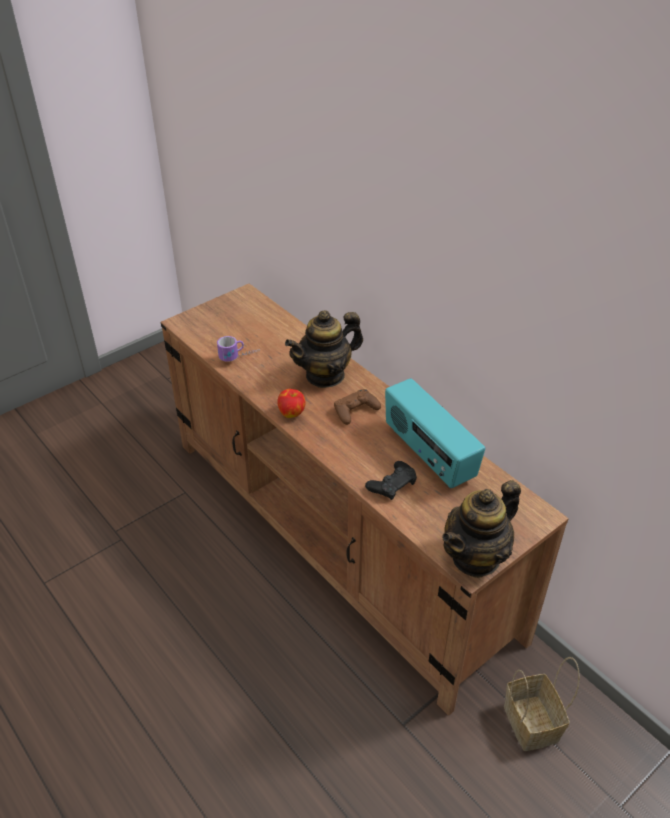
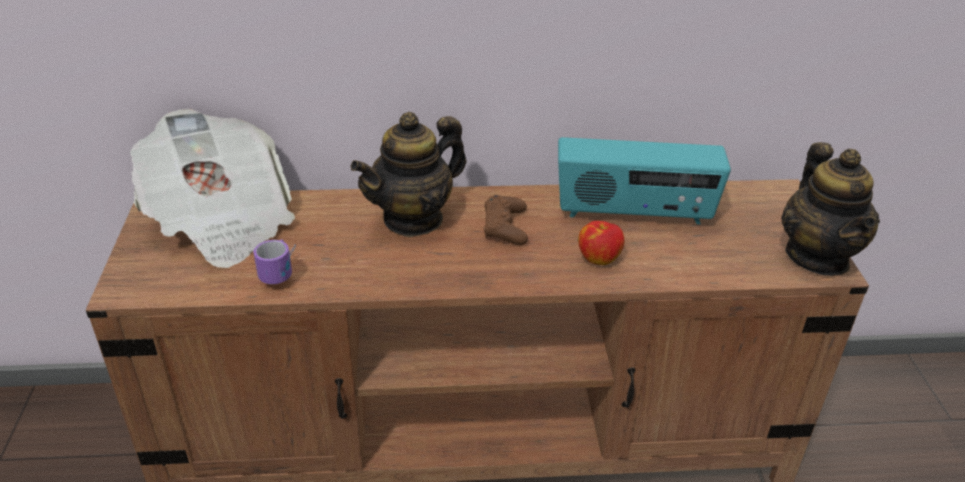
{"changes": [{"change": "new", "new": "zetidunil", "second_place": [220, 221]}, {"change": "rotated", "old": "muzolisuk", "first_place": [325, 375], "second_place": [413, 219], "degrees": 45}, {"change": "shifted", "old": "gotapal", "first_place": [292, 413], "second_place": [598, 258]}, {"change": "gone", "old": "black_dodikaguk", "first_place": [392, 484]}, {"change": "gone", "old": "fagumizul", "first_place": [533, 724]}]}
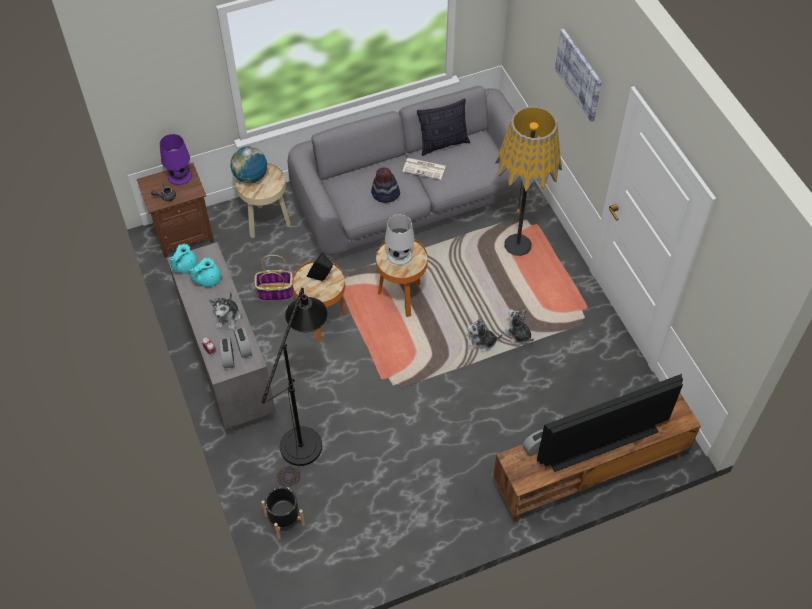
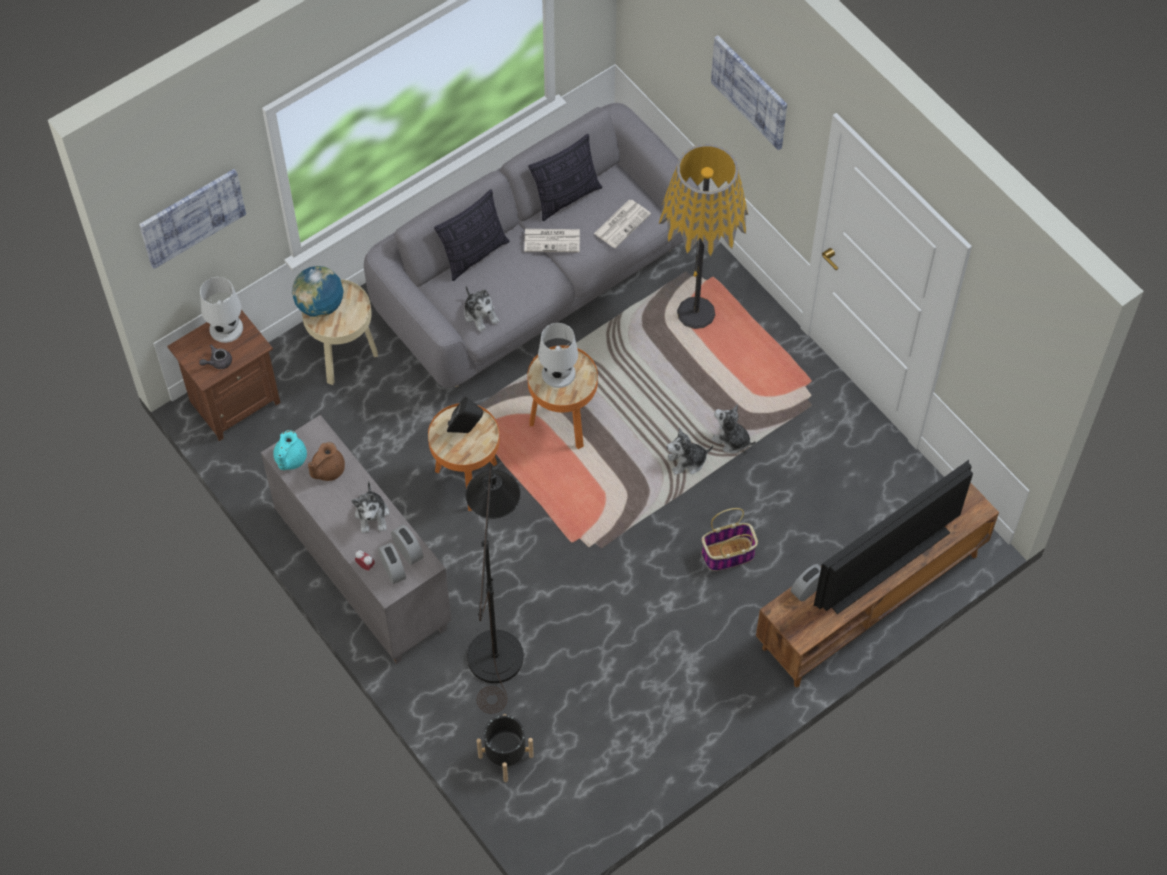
{"changes": [{"change": "new", "new": "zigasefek", "second_place": [192, 217]}, {"change": "repainted", "old": "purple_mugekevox", "new": "white_mugekevox", "first_place": [179, 176], "second_place": [225, 328]}, {"change": "repainted", "old": "turquoise_muzolisuk", "new": "brown_muzolisuk", "first_place": [207, 279], "second_place": [327, 470]}, {"change": "new", "new": "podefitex", "second_place": [474, 254]}, {"change": "new", "new": "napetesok", "second_place": [480, 314]}, {"change": "new", "new": "zetidunil", "second_place": [622, 223]}, {"change": "shifted", "old": "fagumizul", "first_place": [274, 292], "second_place": [727, 554]}, {"change": "gone", "old": "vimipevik", "first_place": [385, 194]}]}
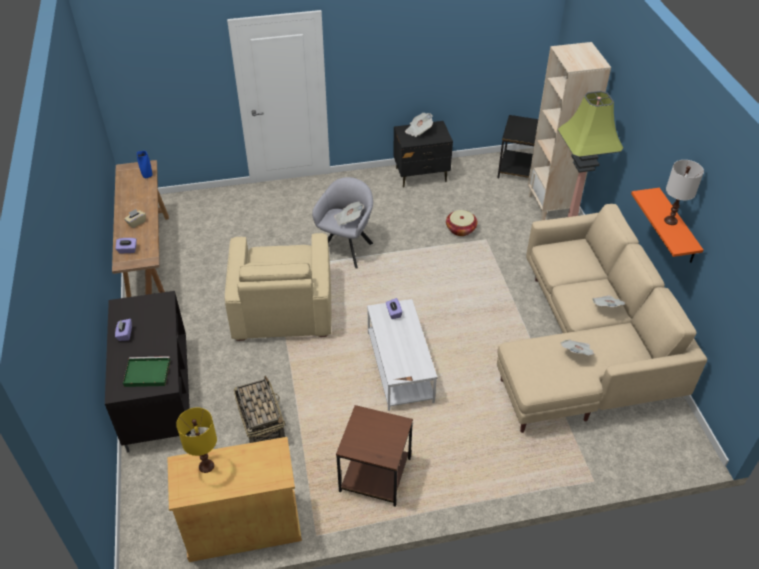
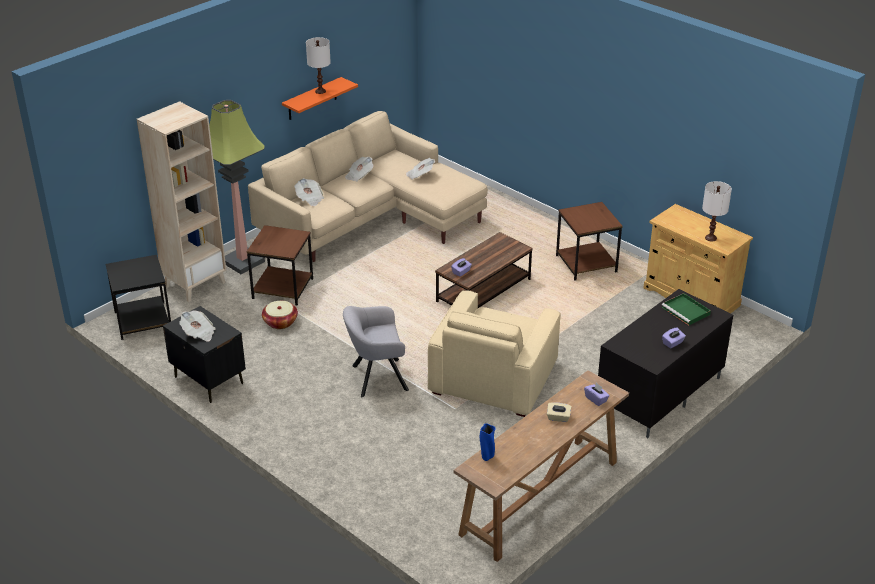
{"changes": [{"change": "new", "new": "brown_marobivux", "second_place": [282, 288]}, {"change": "shifted", "old": "zetidunil", "first_place": [348, 219], "second_place": [309, 199]}, {"change": "rotated", "old": "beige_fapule", "first_place": [282, 307], "second_place": [493, 378], "degrees": 150}, {"change": "repainted", "old": "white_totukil", "new": "brown_totukil", "first_place": [400, 367], "second_place": [483, 290]}, {"change": "repainted", "old": "yellow_mugekevox", "new": "white_mugekevox", "first_place": [206, 466], "second_place": [711, 238]}, {"change": "gone", "old": "fagumizul", "first_place": [261, 425]}]}
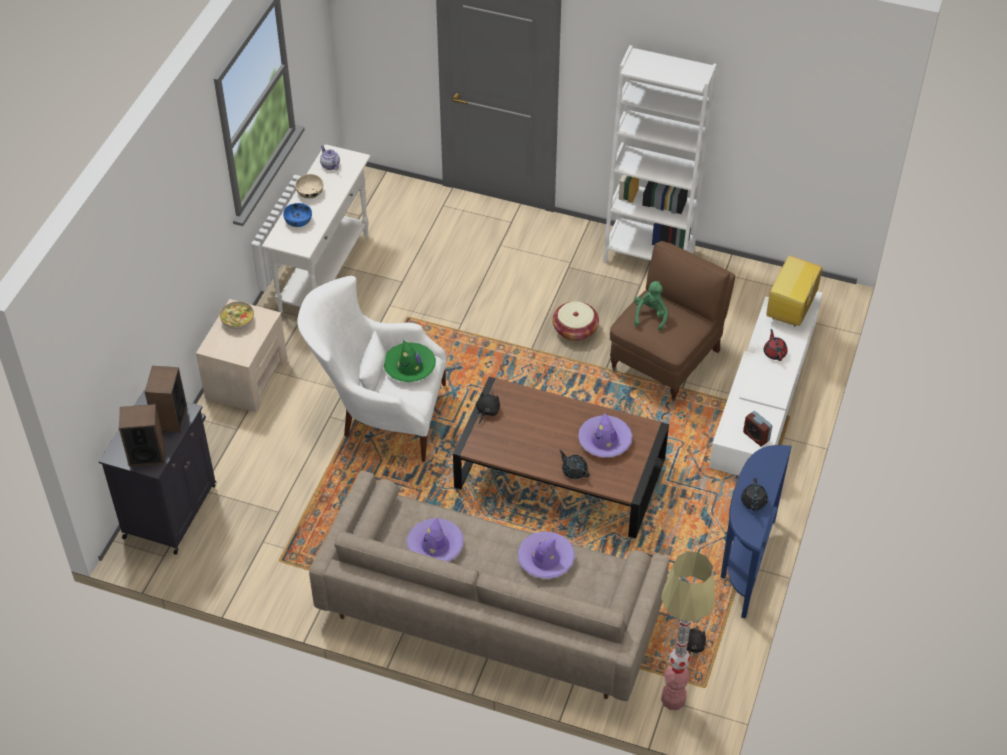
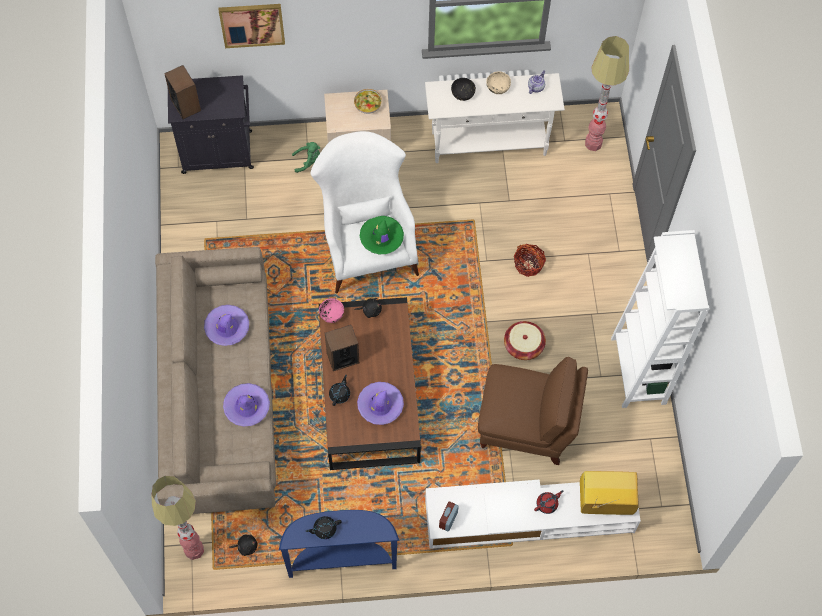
{"changes": [{"change": "new", "new": "zigasefek", "second_place": [252, 24]}, {"change": "shifted", "old": "green_napetesok", "first_place": [650, 315], "second_place": [308, 161]}, {"change": "new", "new": "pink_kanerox", "second_place": [331, 314]}, {"change": "shifted", "old": "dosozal", "first_place": [170, 418], "second_place": [342, 357]}, {"change": "repainted", "old": "blue_kanerox", "new": "black_kanerox", "first_place": [298, 221], "second_place": [463, 94]}, {"change": "new", "new": "fagumizul", "second_place": [528, 264]}, {"change": "new", "new": "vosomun", "second_place": [593, 143]}]}
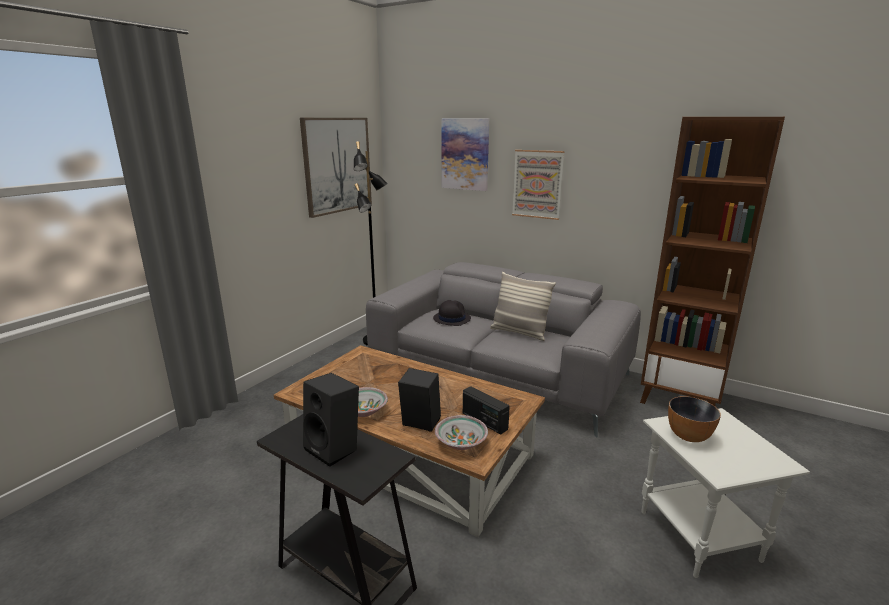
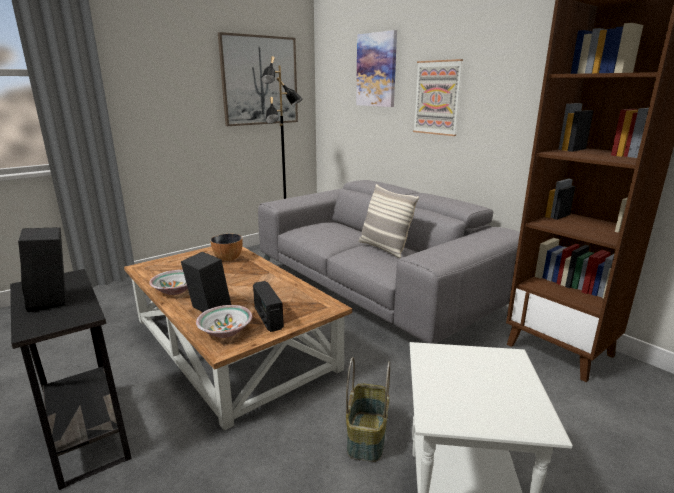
{"changes": [{"change": "shifted", "old": "kanerox", "first_place": [688, 436], "second_place": [228, 258]}, {"change": "new", "new": "fagumizul", "second_place": [368, 436]}, {"change": "gone", "old": "black_vimipevik", "first_place": [451, 318]}]}
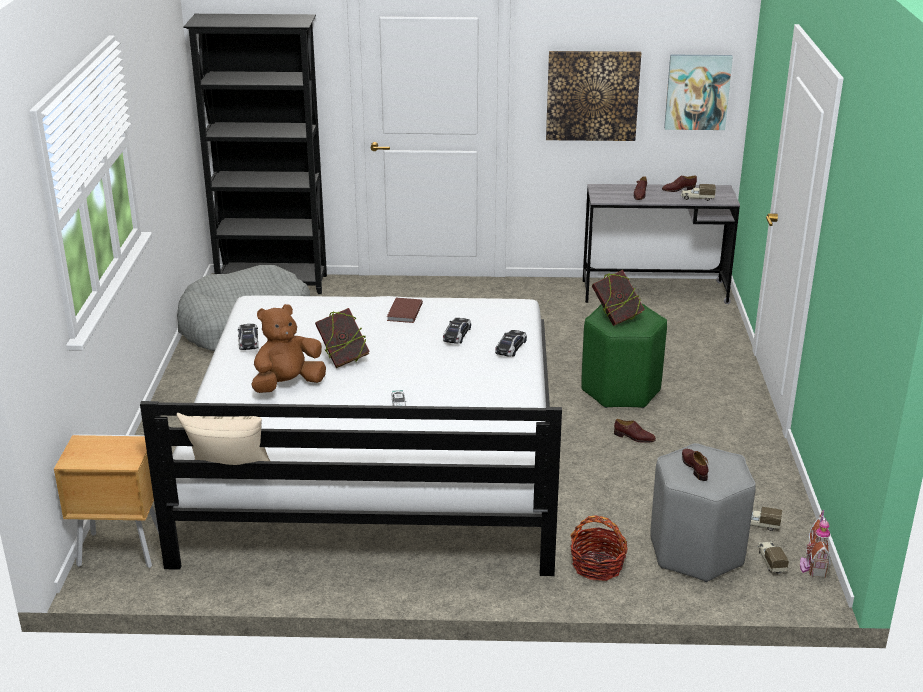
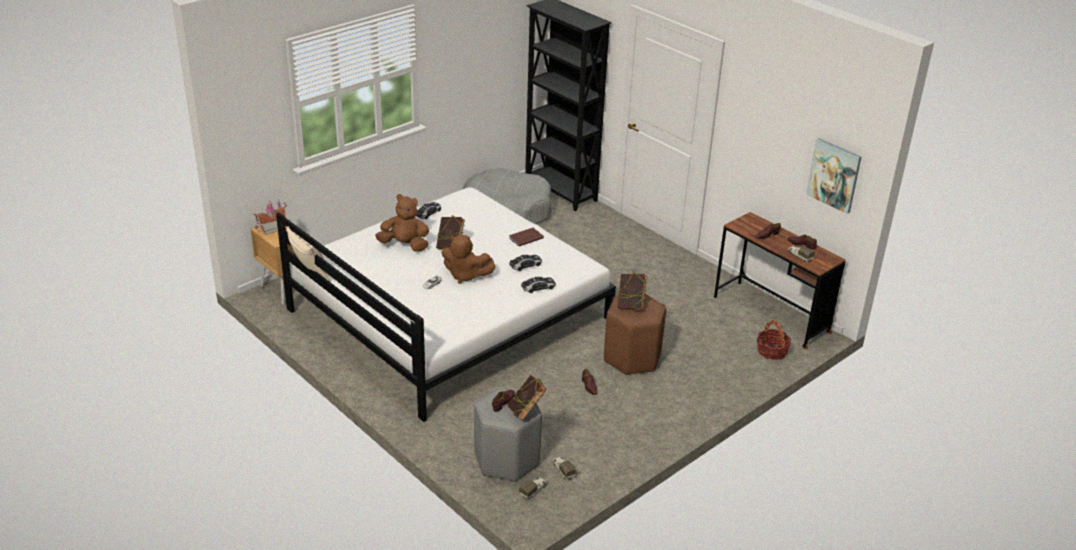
{"changes": [{"change": "shifted", "old": "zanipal", "first_place": [812, 566], "second_place": [271, 229]}, {"change": "new", "new": "brown_napetesok", "second_place": [465, 275]}, {"change": "new", "new": "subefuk", "second_place": [526, 412]}, {"change": "repainted", "old": "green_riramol", "new": "brown_riramol", "first_place": [620, 391], "second_place": [631, 358]}, {"change": "repainted", "old": "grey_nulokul", "new": "brown_nulokul", "first_place": [654, 292], "second_place": [771, 314]}, {"change": "shifted", "old": "fagumizul", "first_place": [597, 566], "second_place": [772, 351]}, {"change": "gone", "old": "zigasefek", "first_place": [592, 95]}]}
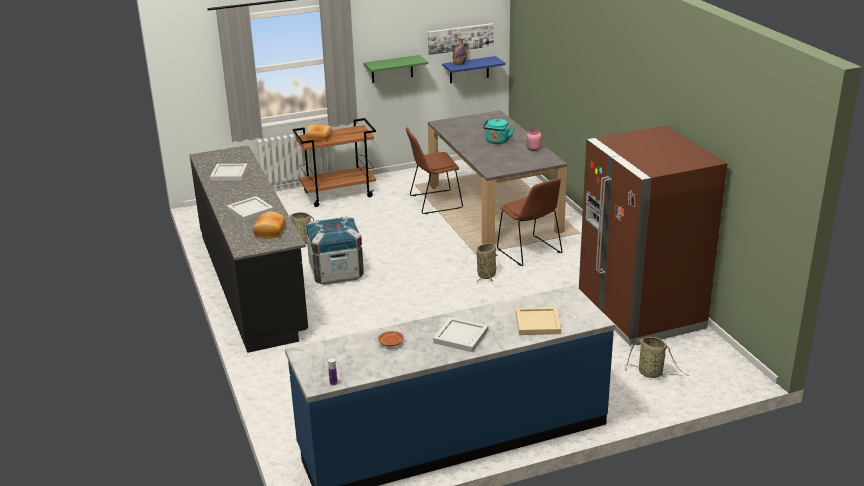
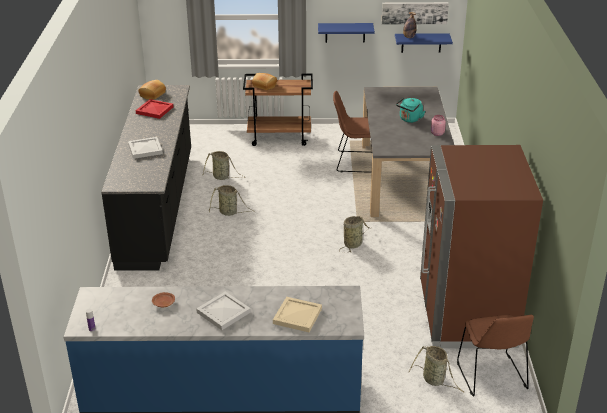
{"changes": [{"change": "repainted", "old": "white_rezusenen", "new": "red_rezusenen", "first_place": [229, 173], "second_place": [154, 110]}, {"change": "shifted", "old": "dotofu", "first_place": [269, 231], "second_place": [152, 94]}, {"change": "swapped", "old": "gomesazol", "new": "fagumizul", "first_place": [336, 272], "second_place": [229, 212]}, {"change": "repainted", "old": "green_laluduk", "new": "blue_laluduk", "first_place": [392, 69], "second_place": [345, 32]}, {"change": "shifted", "old": "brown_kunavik", "first_place": [530, 252], "second_place": [492, 377]}]}
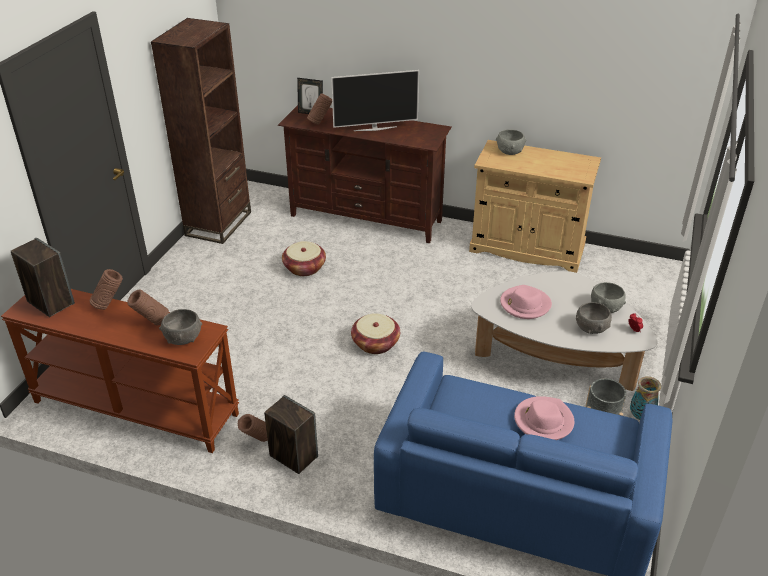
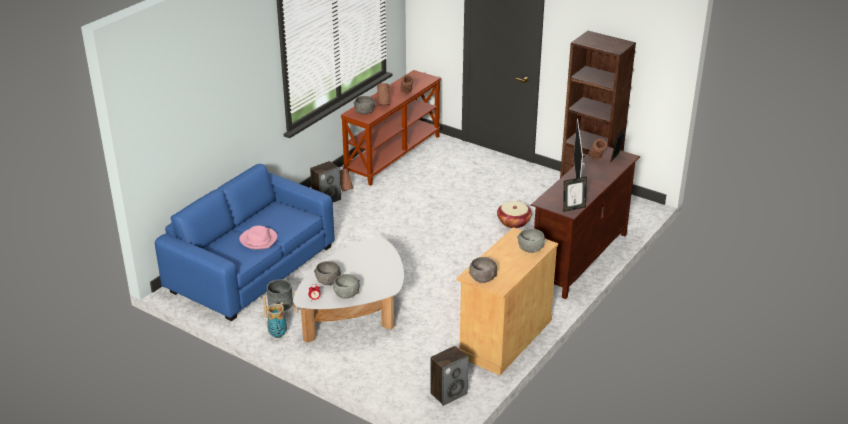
{"changes": [{"change": "shifted", "old": "dosozal", "first_place": [50, 303], "second_place": [448, 393]}, {"change": "new", "new": "grey_kanerox", "second_place": [482, 278]}, {"change": "new", "new": "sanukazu", "second_place": [573, 208]}, {"change": "gone", "old": "fagumizul", "first_place": [375, 343]}, {"change": "gone", "old": "pink_vimipevik", "first_place": [524, 304]}]}
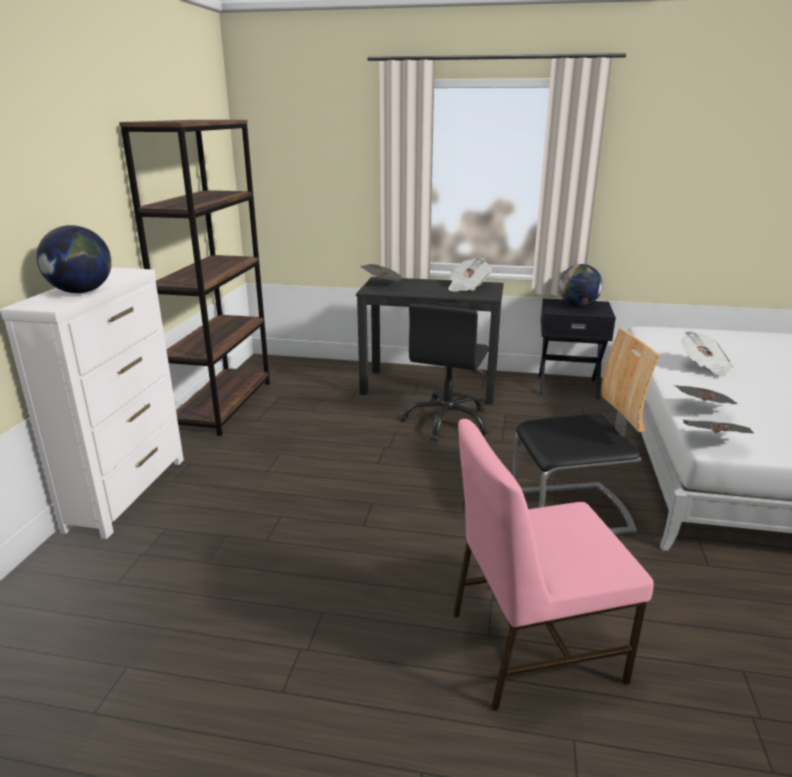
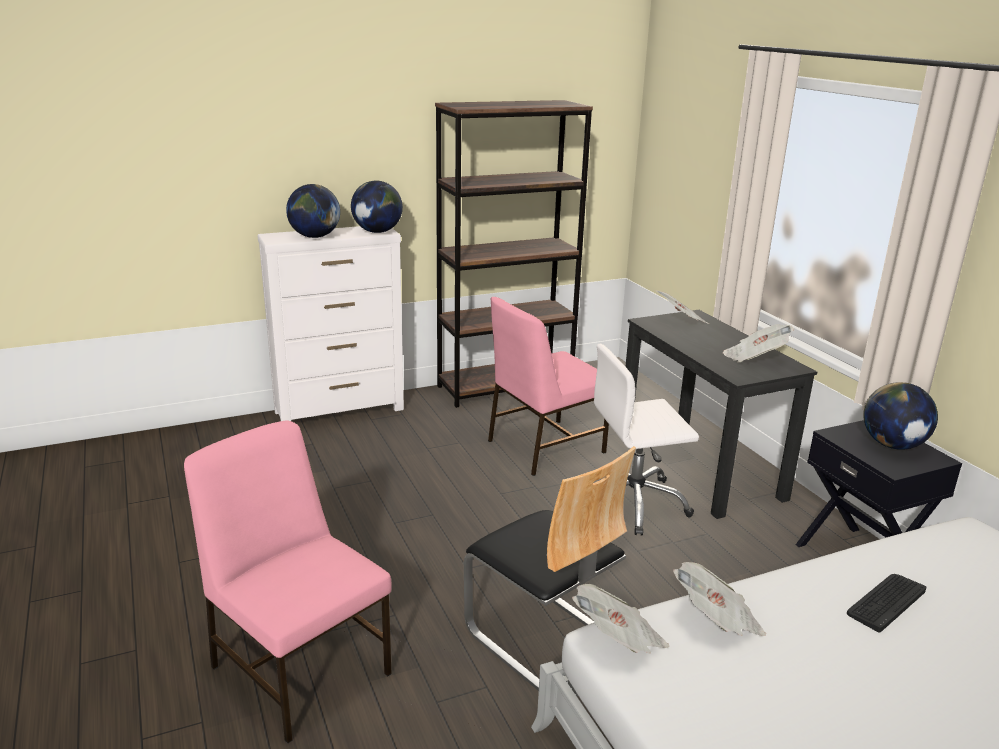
{"changes": [{"change": "new", "new": "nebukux", "second_place": [377, 232]}, {"change": "new", "new": "pink_kunavik", "second_place": [544, 446]}, {"change": "repainted", "old": "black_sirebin", "new": "white_sirebin", "first_place": [447, 421], "second_place": [633, 503]}, {"change": "swapped", "old": "zetidunil", "new": "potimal", "first_place": [704, 367], "second_place": [886, 602]}]}
